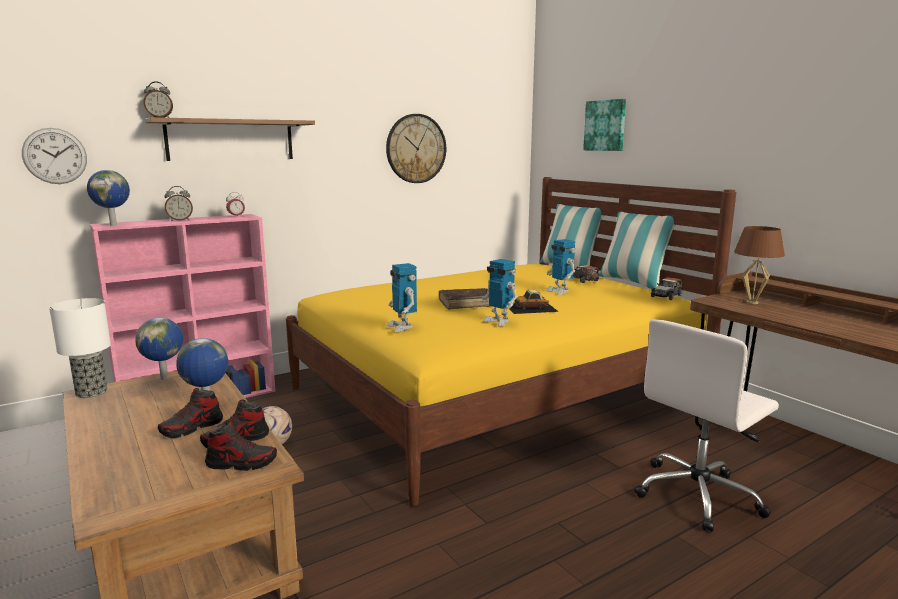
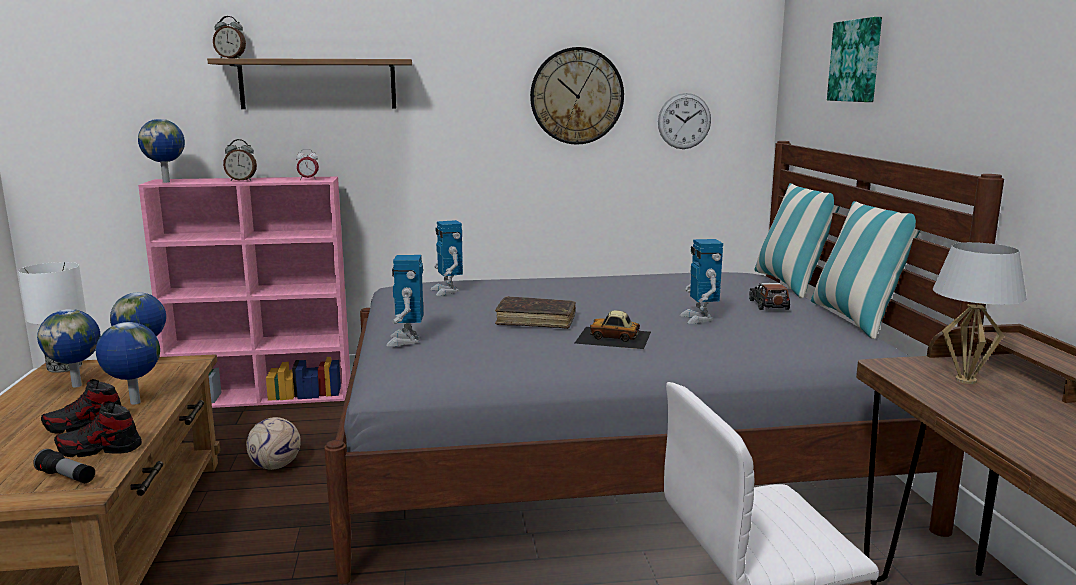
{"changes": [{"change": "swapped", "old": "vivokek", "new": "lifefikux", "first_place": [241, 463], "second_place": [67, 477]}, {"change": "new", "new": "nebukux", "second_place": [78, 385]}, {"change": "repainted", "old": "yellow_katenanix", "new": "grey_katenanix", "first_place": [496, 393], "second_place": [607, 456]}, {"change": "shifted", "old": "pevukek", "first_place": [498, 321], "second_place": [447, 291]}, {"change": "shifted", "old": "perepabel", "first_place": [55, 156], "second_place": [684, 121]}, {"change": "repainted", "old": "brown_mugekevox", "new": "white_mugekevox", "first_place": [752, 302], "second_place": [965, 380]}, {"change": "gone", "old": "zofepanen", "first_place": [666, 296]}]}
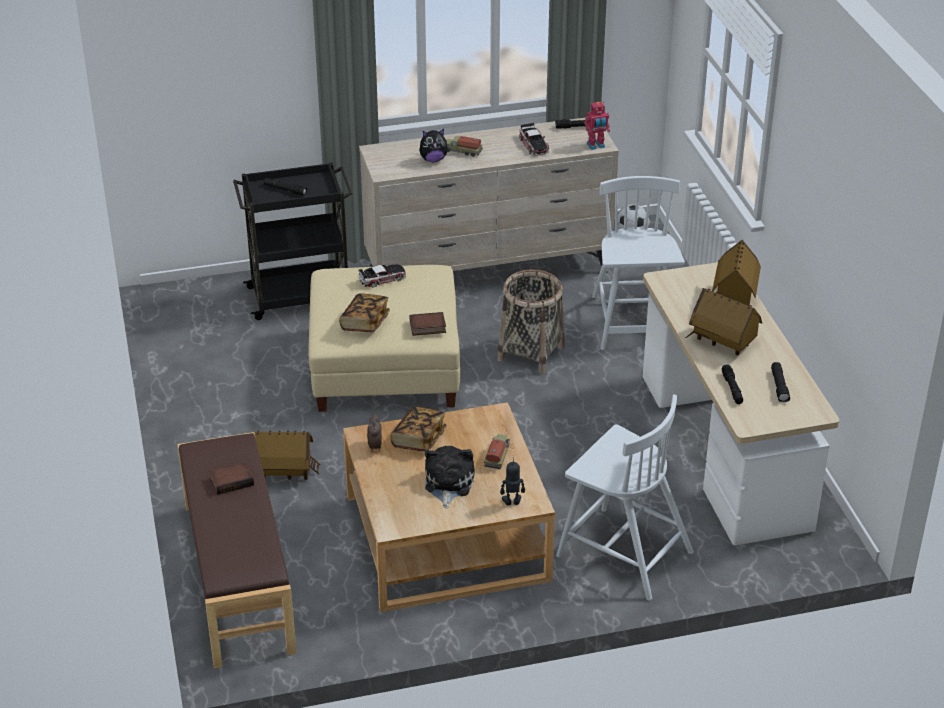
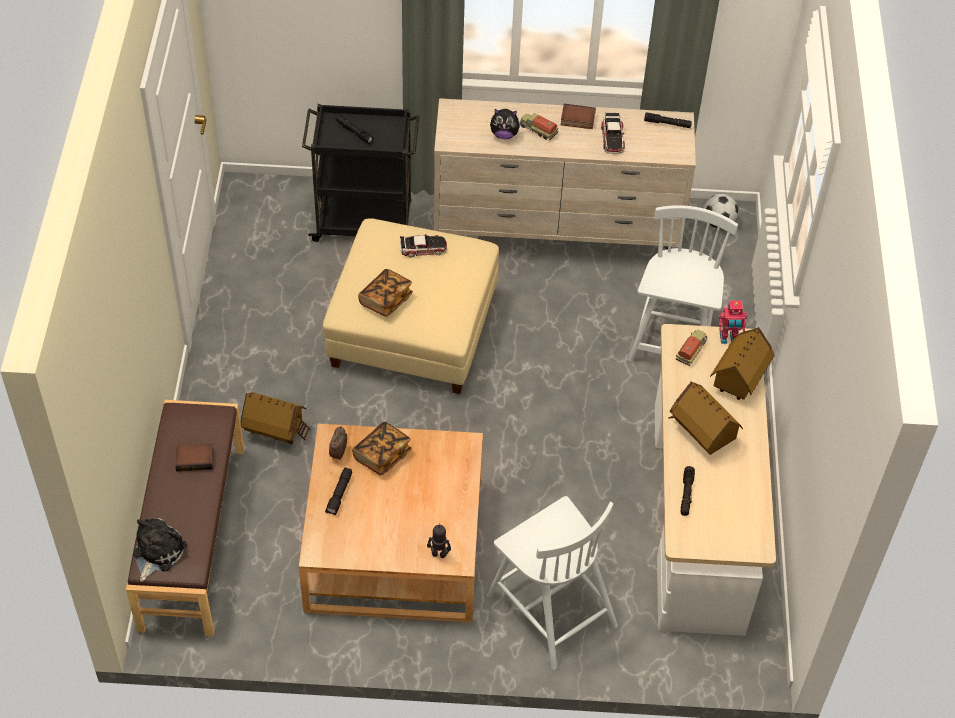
{"changes": [{"change": "shifted", "old": "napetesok", "first_place": [448, 484], "second_place": [157, 552]}, {"change": "shifted", "old": "black_lifefikux", "first_place": [780, 387], "second_place": [340, 495]}, {"change": "shifted", "old": "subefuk", "first_place": [427, 328], "second_place": [577, 120]}, {"change": "shifted", "old": "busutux", "first_place": [497, 456], "second_place": [691, 350]}, {"change": "shifted", "old": "pevukek", "first_place": [596, 146], "second_place": [728, 339]}, {"change": "gone", "old": "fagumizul", "first_place": [531, 353]}]}
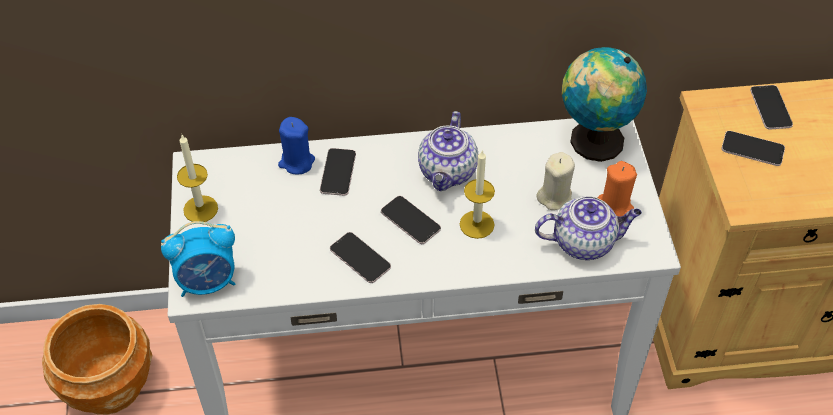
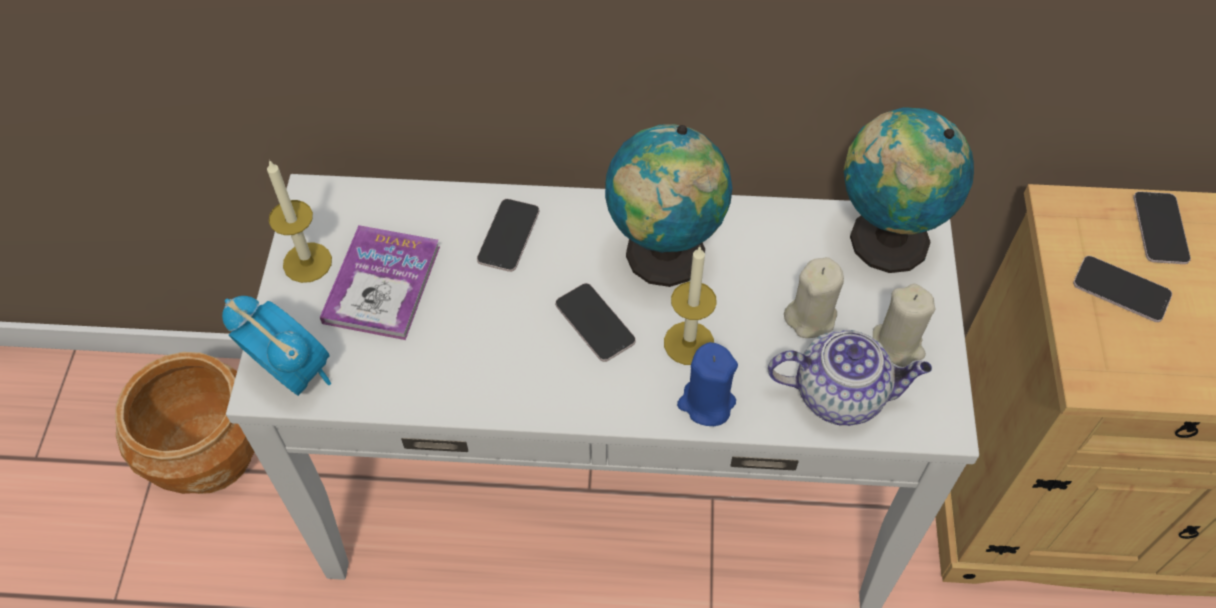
{"changes": [{"change": "rotated", "old": "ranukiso", "first_place": [208, 282], "second_place": [292, 372], "degrees": -135}, {"change": "new", "new": "subefuk", "second_place": [382, 284]}, {"change": "swapped", "old": "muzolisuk", "new": "nebukux", "first_place": [448, 173], "second_place": [663, 258]}, {"change": "shifted", "old": "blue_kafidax", "first_place": [296, 162], "second_place": [706, 403]}, {"change": "repainted", "old": "orange_kafidax", "new": "beige_kafidax", "first_place": [615, 205], "second_place": [898, 344]}, {"change": "gone", "old": "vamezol", "first_place": [360, 258]}]}
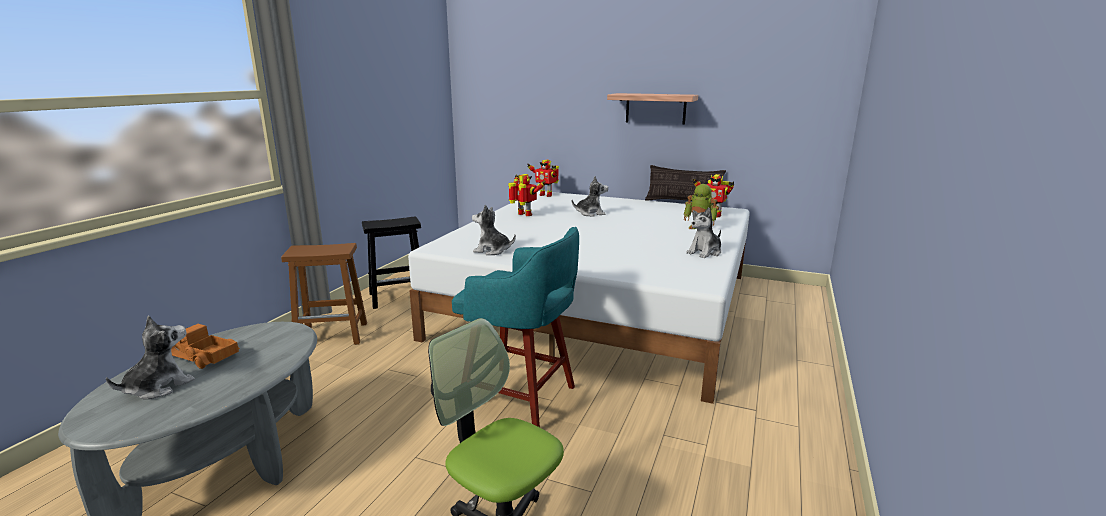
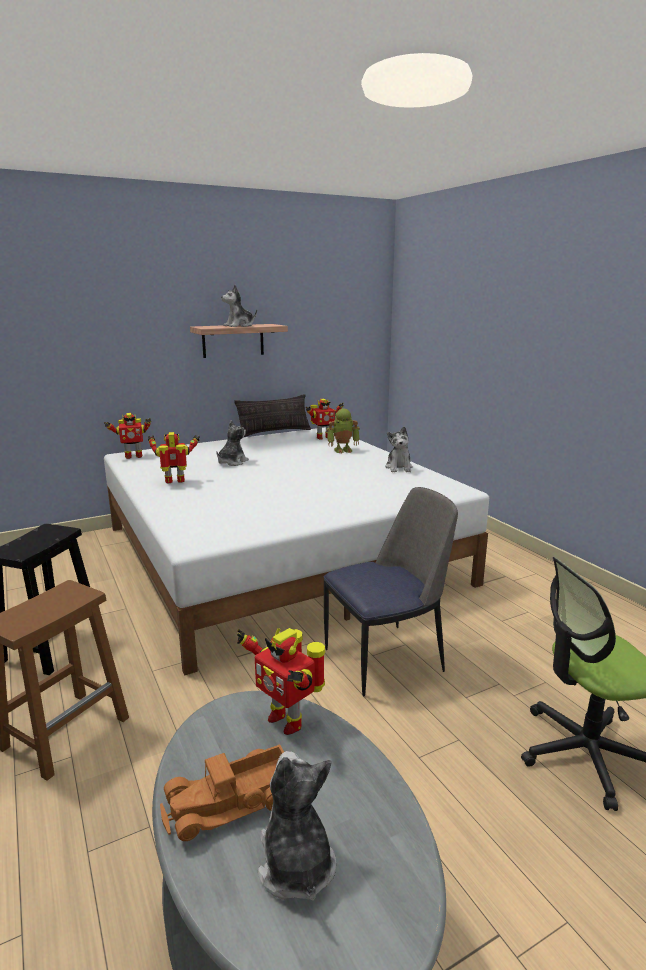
{"changes": [{"change": "shifted", "old": "napetesok", "first_place": [492, 251], "second_place": [239, 326]}, {"change": "new", "new": "pevukek", "second_place": [286, 719]}, {"change": "swapped", "old": "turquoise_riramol", "new": "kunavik", "first_place": [521, 399], "second_place": [386, 658]}]}
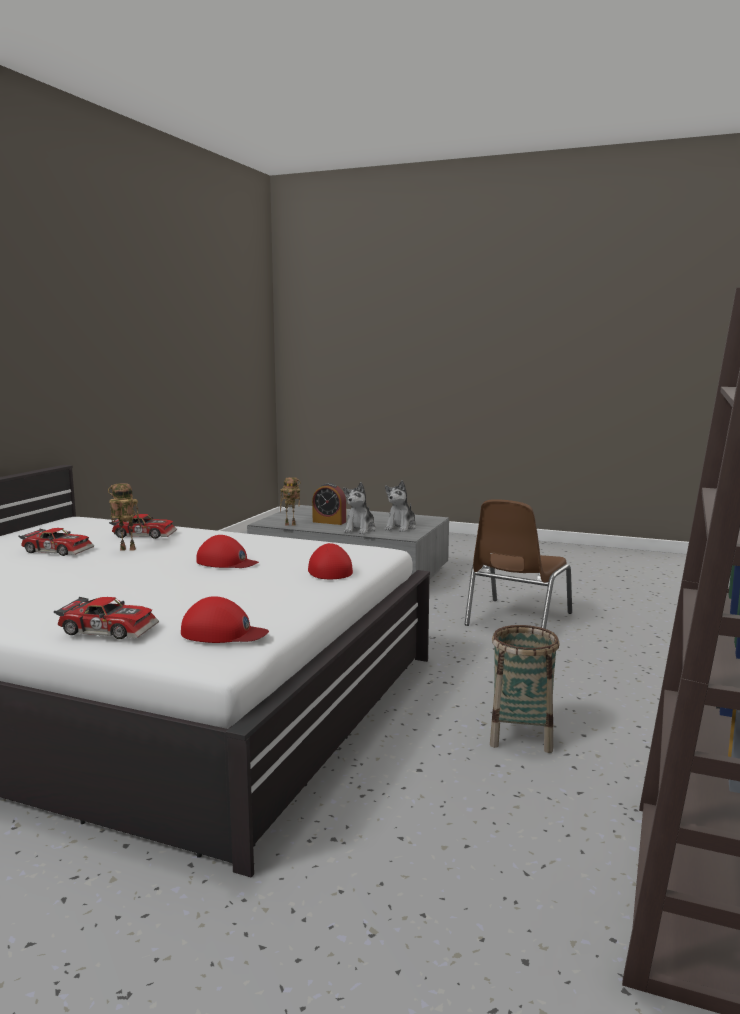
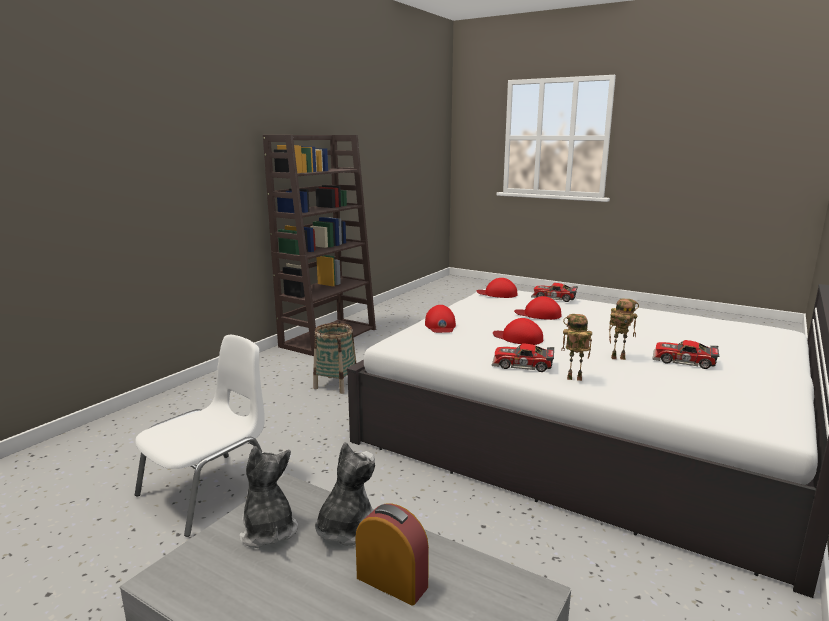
{"changes": [{"change": "repainted", "old": "brown_kunavik", "new": "white_kunavik", "first_place": [516, 619], "second_place": [210, 490]}, {"change": "rotated", "old": "napetesok", "first_place": [401, 527], "second_place": [268, 530], "degrees": -60}, {"change": "shifted", "old": "zofepanen", "first_place": [144, 534], "second_place": [522, 365]}, {"change": "new", "new": "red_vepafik", "second_place": [538, 314]}, {"change": "shifted", "old": "pevukek", "first_place": [291, 524], "second_place": [573, 379]}]}
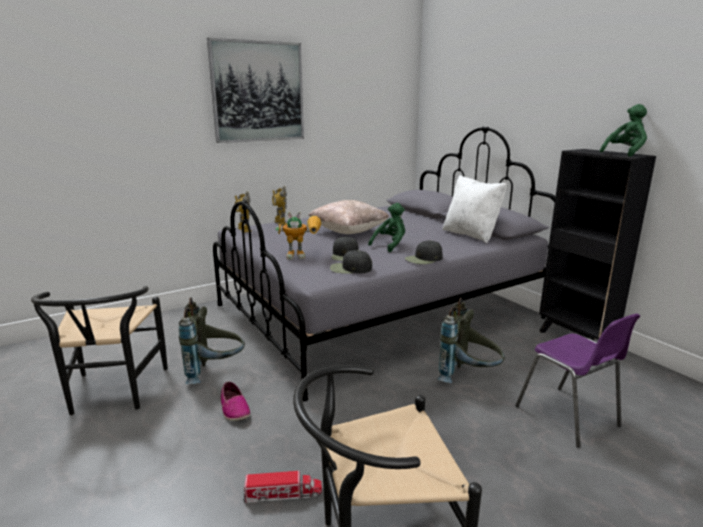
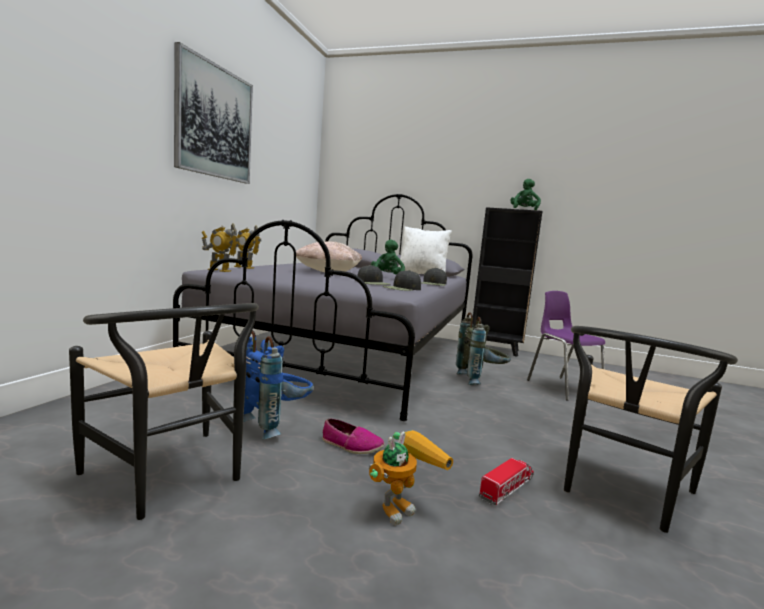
{"changes": [{"change": "repainted", "old": "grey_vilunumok", "new": "blue_vilunumok", "first_place": [215, 372], "second_place": [275, 423]}, {"change": "shifted", "old": "pevukek", "first_place": [303, 255], "second_place": [401, 505]}, {"change": "rotated", "old": "purple_kunavik", "first_place": [569, 417], "second_place": [563, 387], "degrees": -135}]}
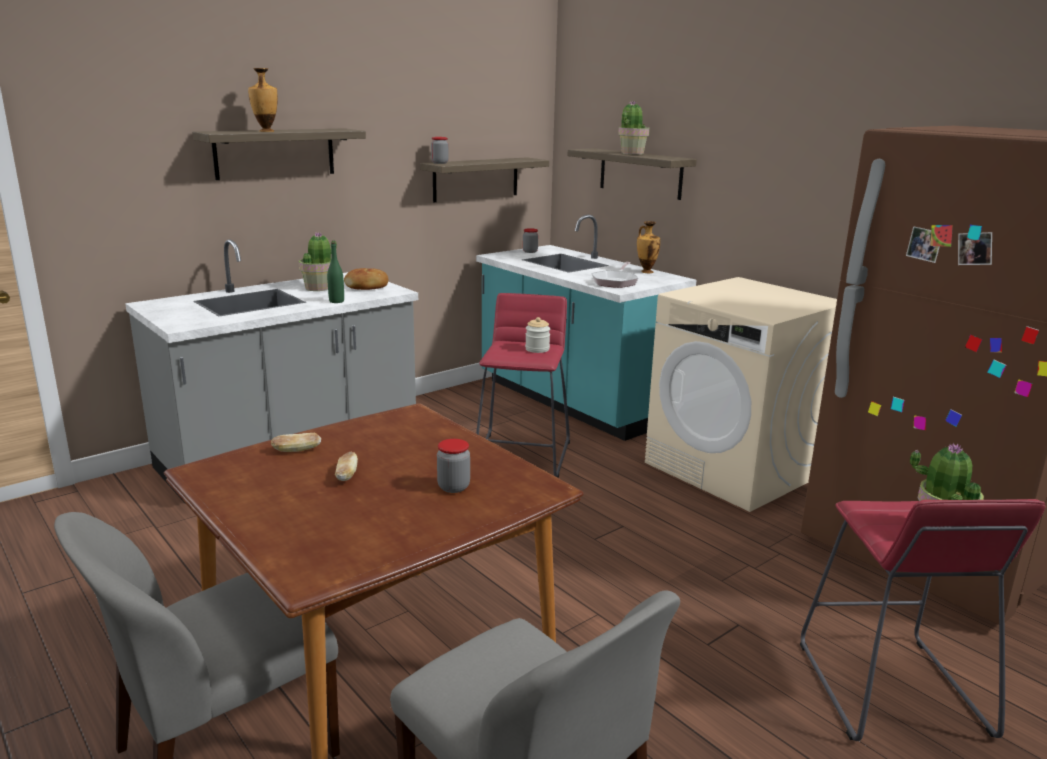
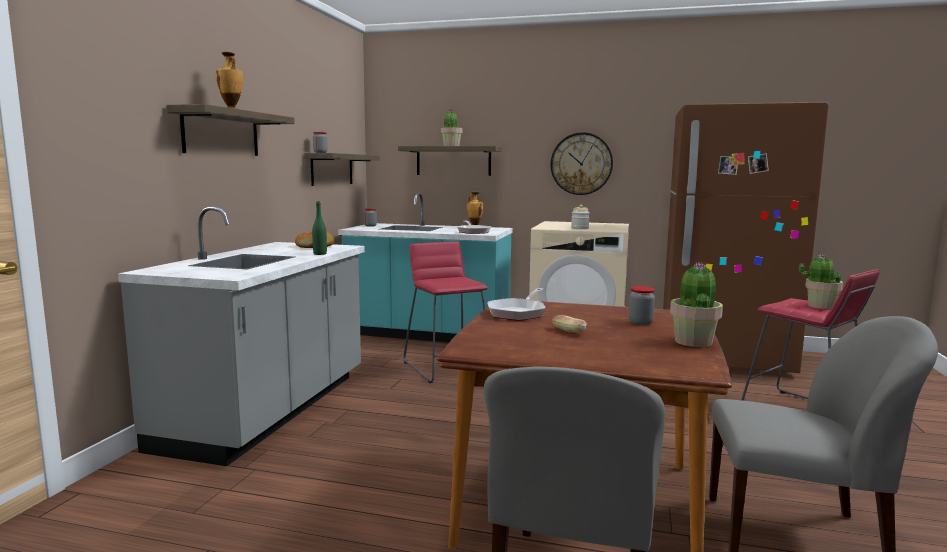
{"changes": [{"change": "new", "new": "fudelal", "second_place": [518, 312]}, {"change": "new", "new": "perepabel", "second_place": [581, 164]}, {"change": "shifted", "old": "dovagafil", "first_place": [537, 349], "second_place": [580, 228]}, {"change": "shifted", "old": "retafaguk", "first_place": [318, 288], "second_place": [693, 341]}, {"change": "gone", "old": "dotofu", "first_place": [297, 451]}]}
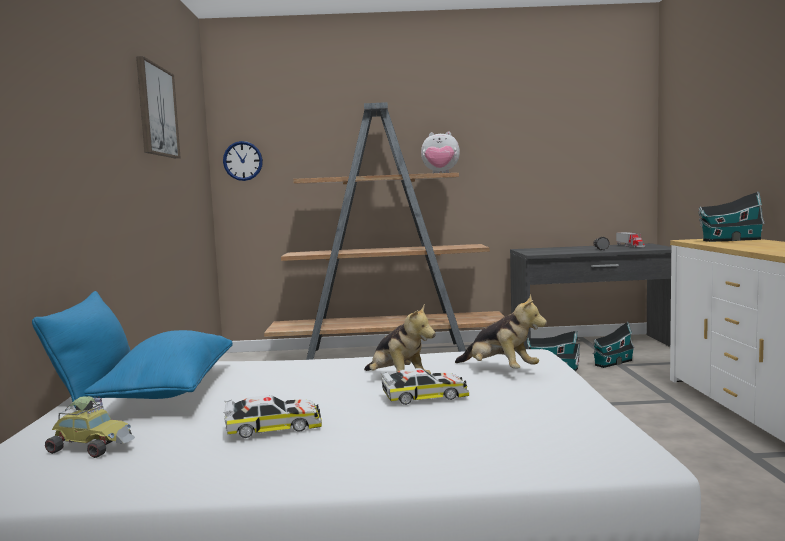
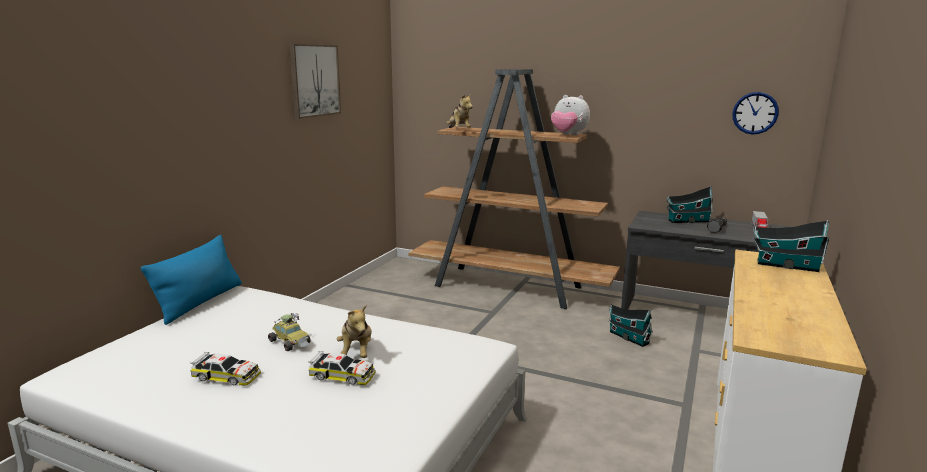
{"changes": [{"change": "shifted", "old": "zofepanen", "first_place": [92, 446], "second_place": [291, 342]}, {"change": "shifted", "old": "napetesok", "first_place": [499, 371], "second_place": [459, 130]}, {"change": "shifted", "old": "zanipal", "first_place": [612, 363], "second_place": [687, 221]}, {"change": "shifted", "old": "perepabel", "first_place": [243, 161], "second_place": [755, 113]}, {"change": "gone", "old": "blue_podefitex", "first_place": [170, 390]}]}
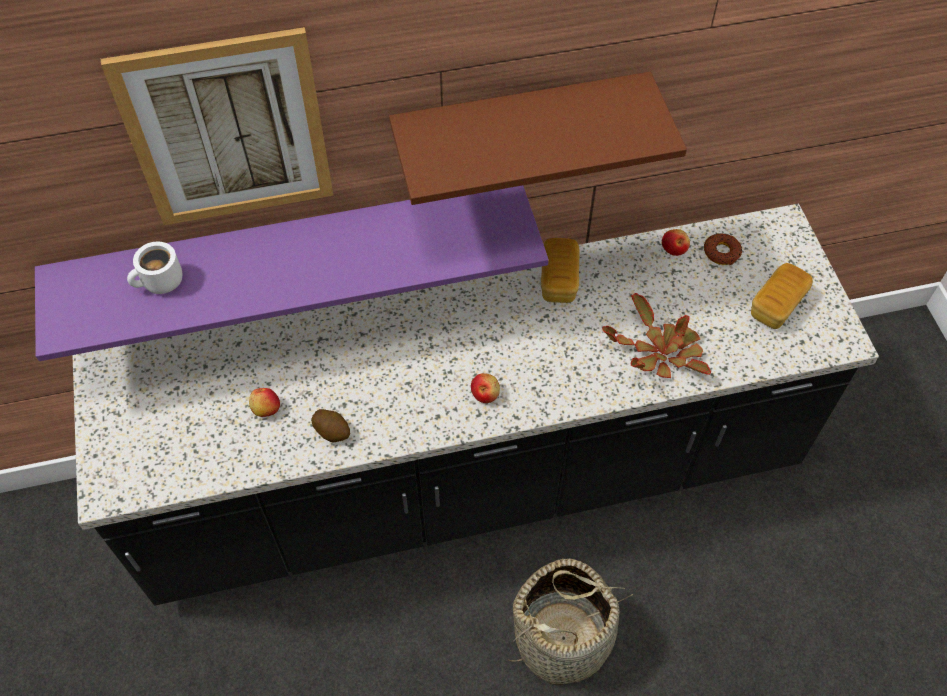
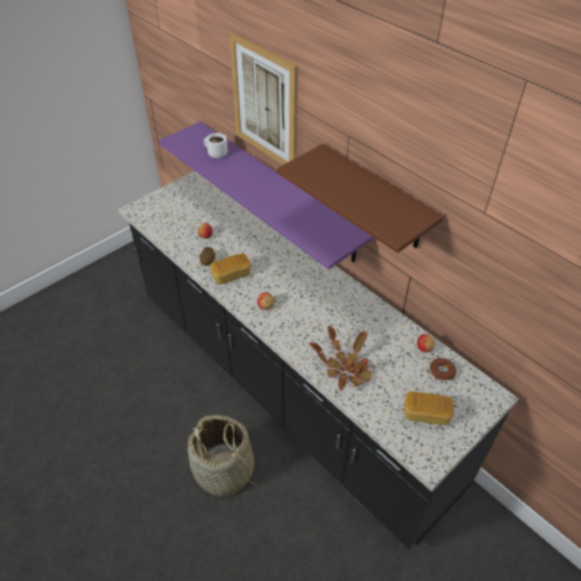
{"changes": [{"change": "shifted", "old": "dotofu", "first_place": [558, 280], "second_place": [231, 275]}]}
